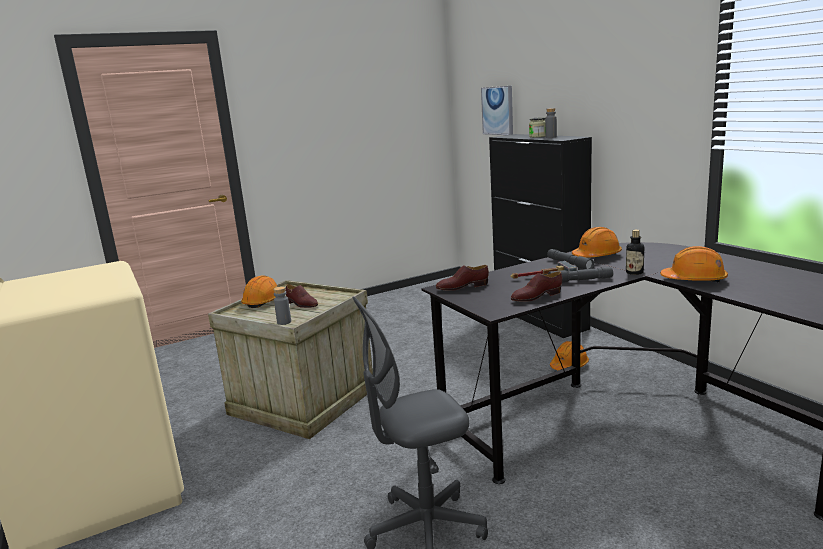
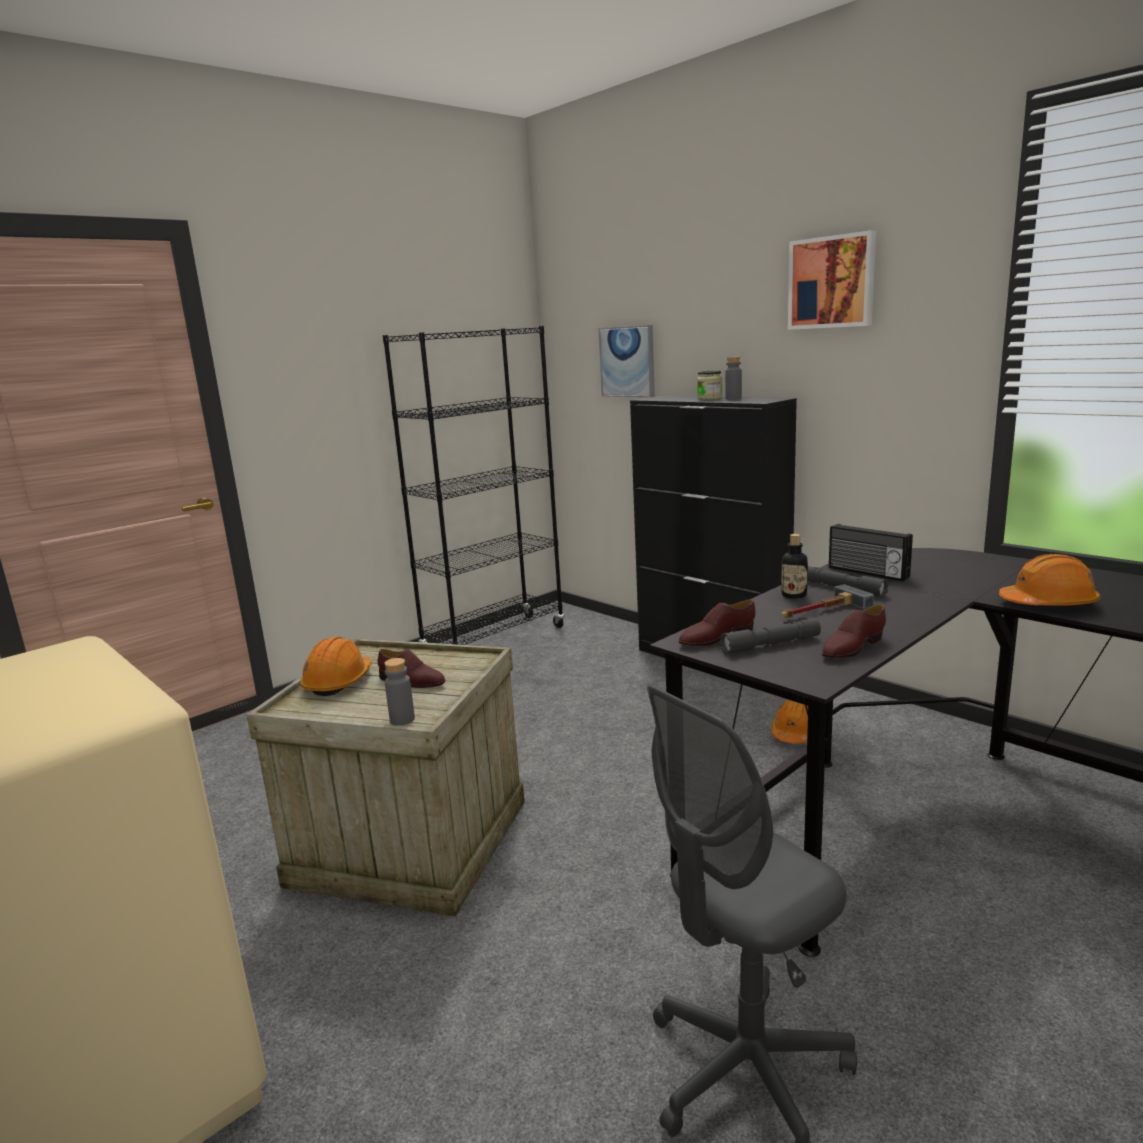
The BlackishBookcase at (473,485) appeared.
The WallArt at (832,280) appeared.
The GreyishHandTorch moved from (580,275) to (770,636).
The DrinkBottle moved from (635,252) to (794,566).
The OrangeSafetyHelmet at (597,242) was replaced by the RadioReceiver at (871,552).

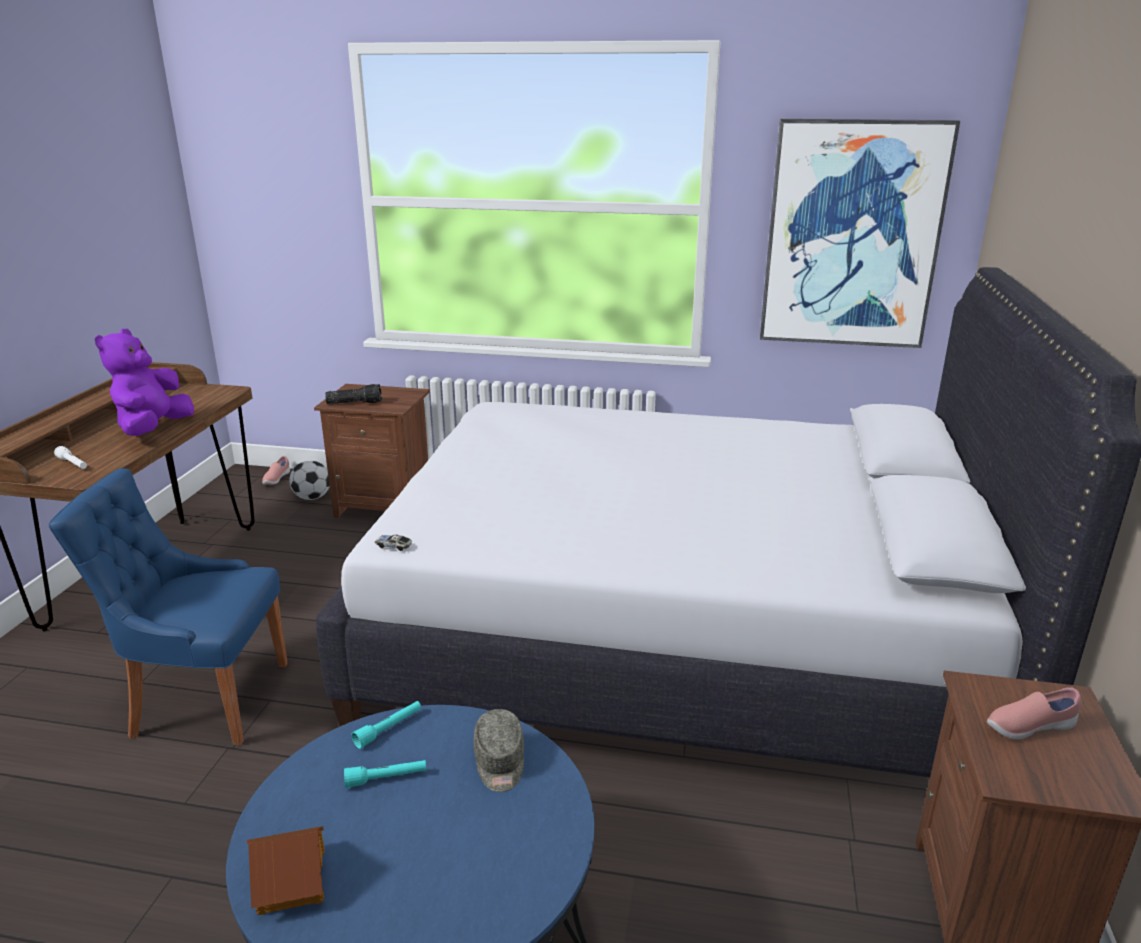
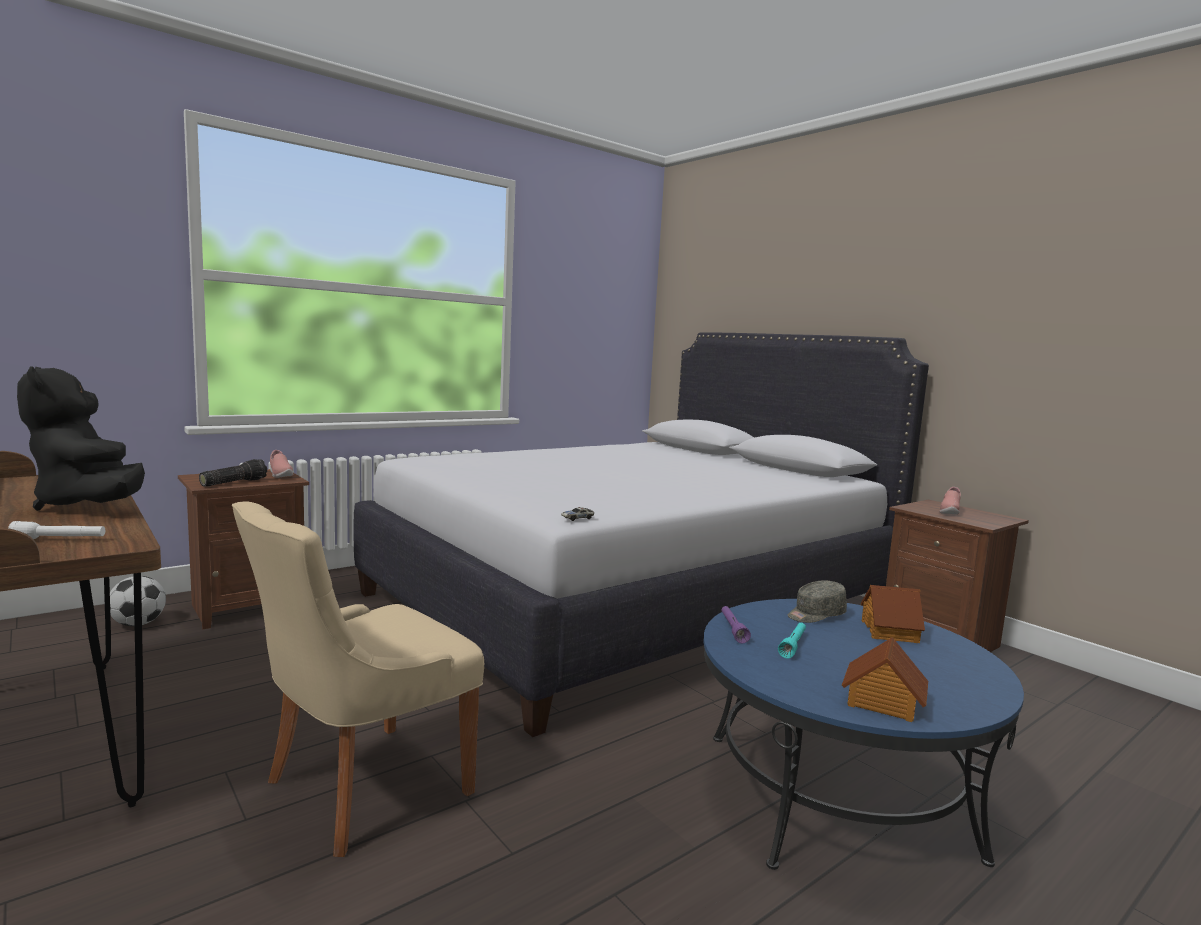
The WallArt at (860,233) disappeared.
The MiniatureHouse at (893,614) appeared.
The PinkLowShoe moved from (276,470) to (281,464).
The BluishChair at (168,606) became the BeigeChair at (358,679).
The PurpleColouredSoftToy at (144,382) became the BlackishSoftToy at (81,438).
The BlueGreenHandTorch at (386,725) became the PurpleColouredHandTorch at (736,624).
The GreyishPeakedCap at (498,750) turned 120 degrees clockwise.

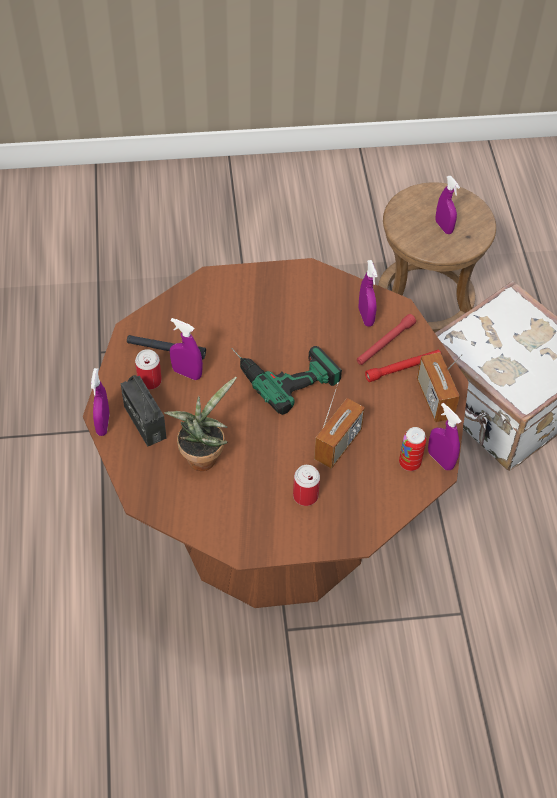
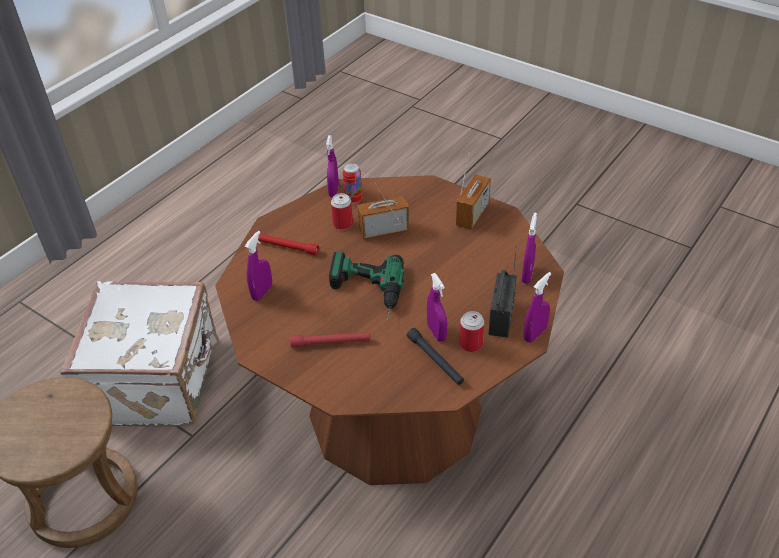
The PottedPlant at (200,424) disappeared.
The Can moved from (306,485) to (342,211).
The ReddishHandTorch moved from (386,339) to (330,340).
The RadioReceiver moved from (440,387) to (473,191).
The PurpleColouredSprayer moved from (448,205) to (529,248).

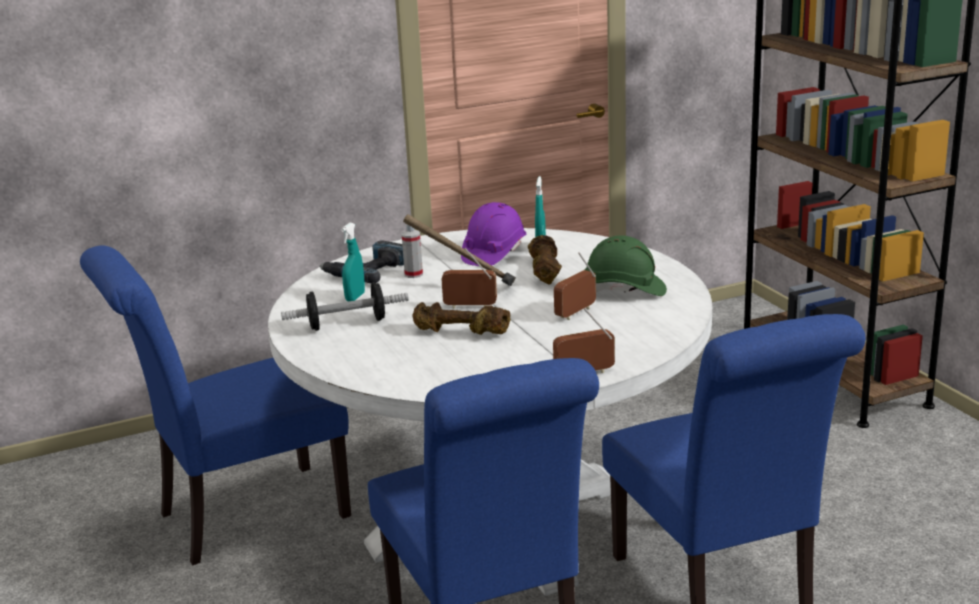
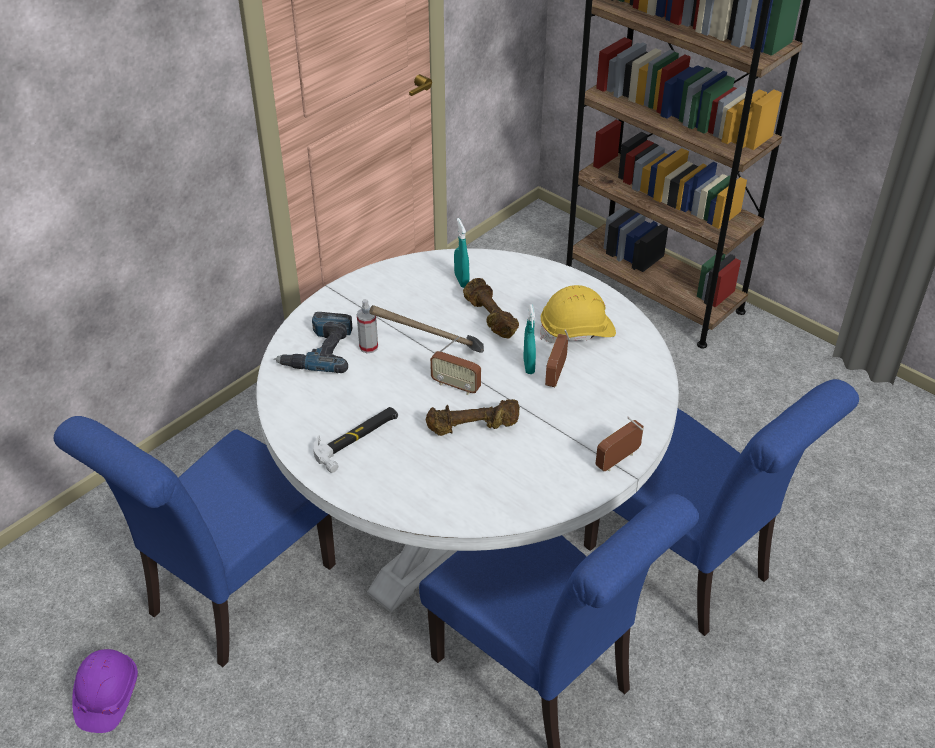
The BlueGreenSprayer moved from (353,262) to (529,339).
The PurpleColouredSafetyHelmet moved from (493,234) to (105,691).
The HandWeight at (345,306) was replaced by the ToolHammer at (355,440).
The GreenishSafetyHelmet at (626,265) became the YellowishSafetyHelmet at (578,314).
The RadioReceiver at (469,278) turned 135 degrees counterclockwise.

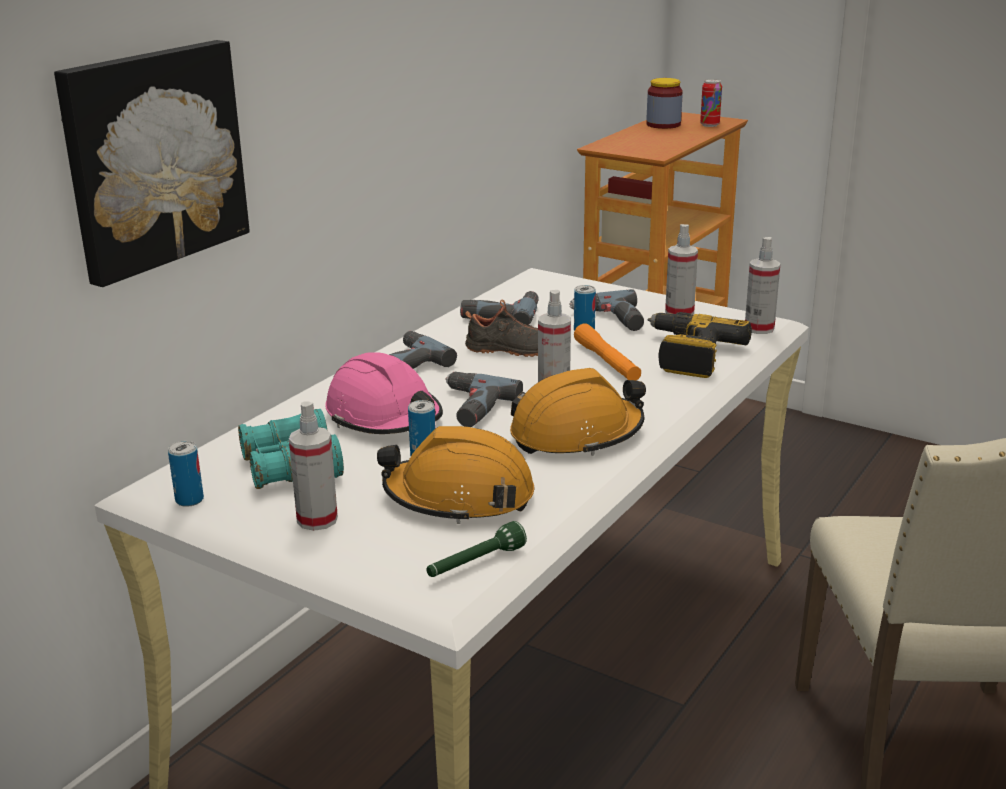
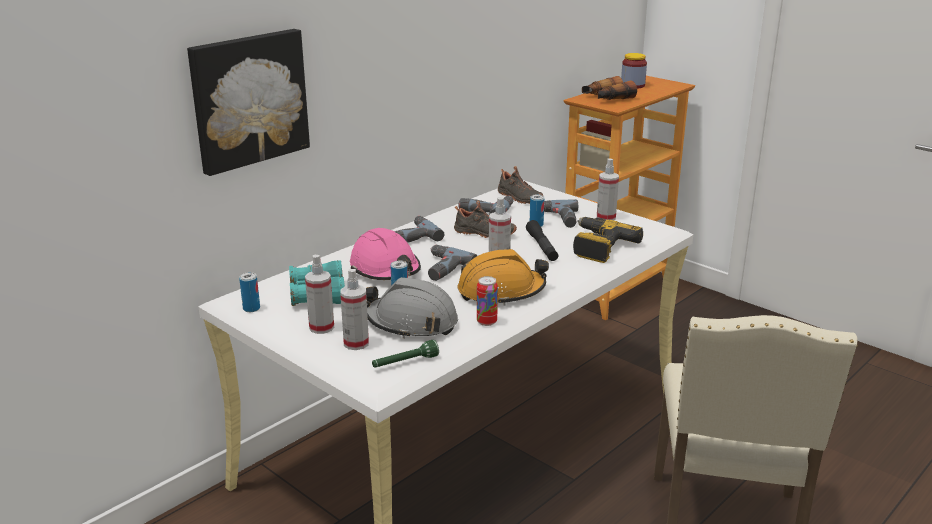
The BlackishLowShoe at (520,185) appeared.
The PairOfBinoculars at (609,88) appeared.
The Can moved from (711,103) to (487,301).
The Sprayer moved from (763,285) to (354,309).
The OrangeSafetyHelmet at (456,475) became the GreyishSafetyHelmet at (412,308).
The OrangeHandTorch at (607,352) became the BlackishHandTorch at (542,240).

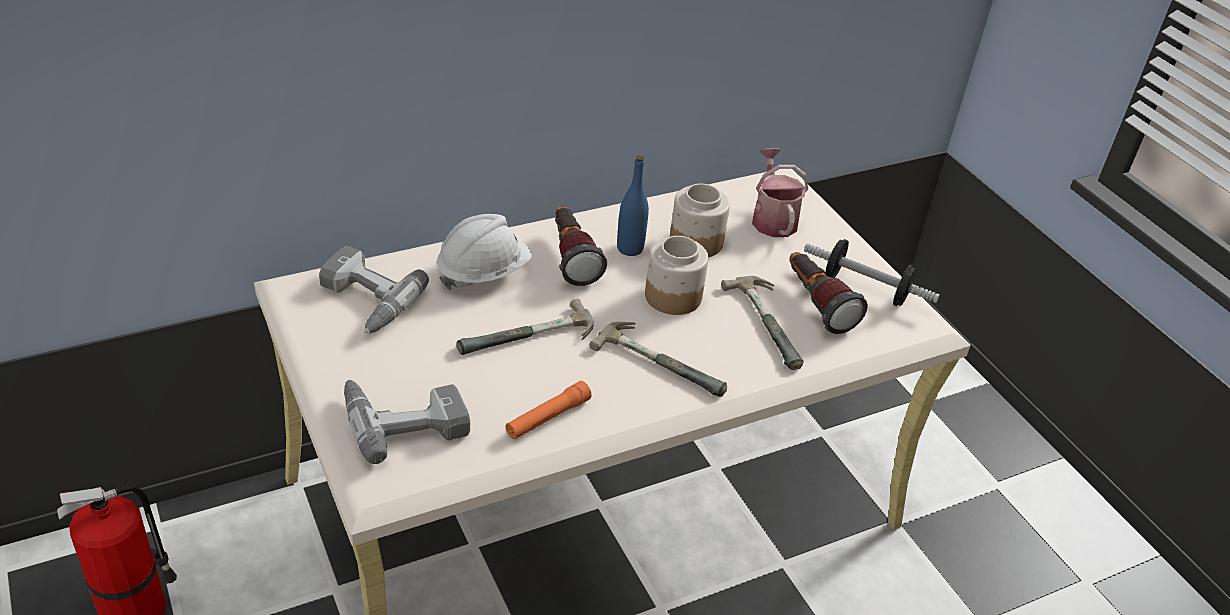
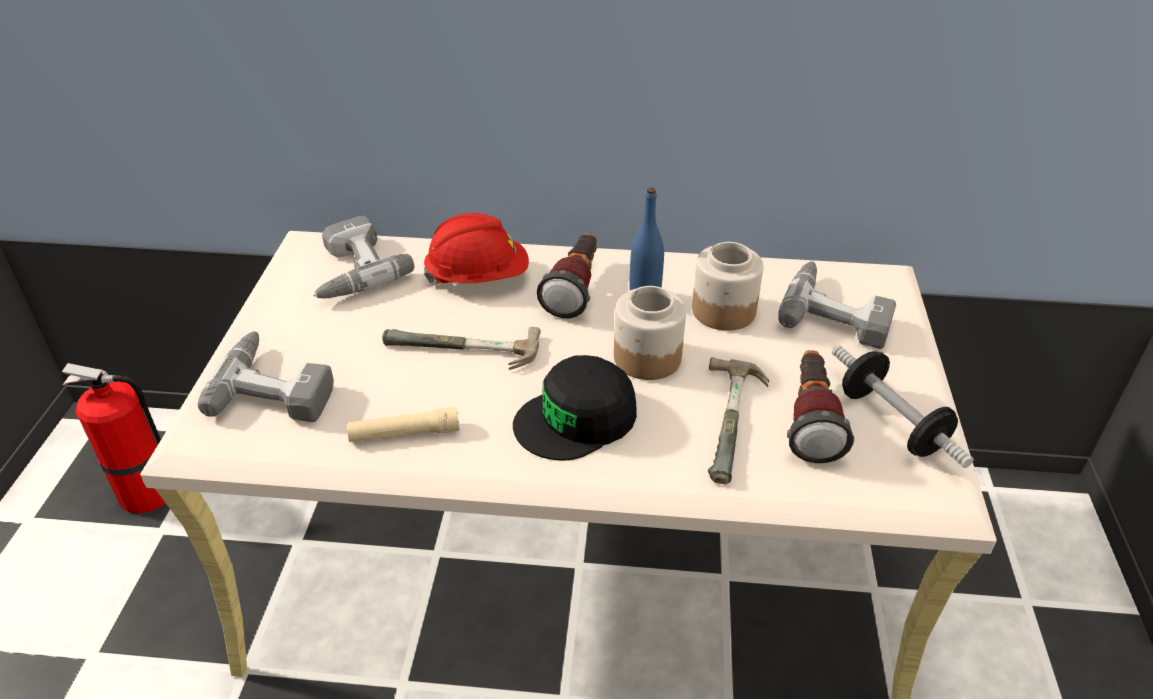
The ToolHammer at (658,359) was replaced by the BlackishPeakedCap at (575,407).
The SprinklingCan at (780,192) was replaced by the PowerDrill at (837,305).
The WhiteColouredSafetyHelmet at (484,252) became the ReddishSafetyHelmet at (476,248).
The OrangeHandTorch at (549,410) became the BeigeHandTorch at (403,424).

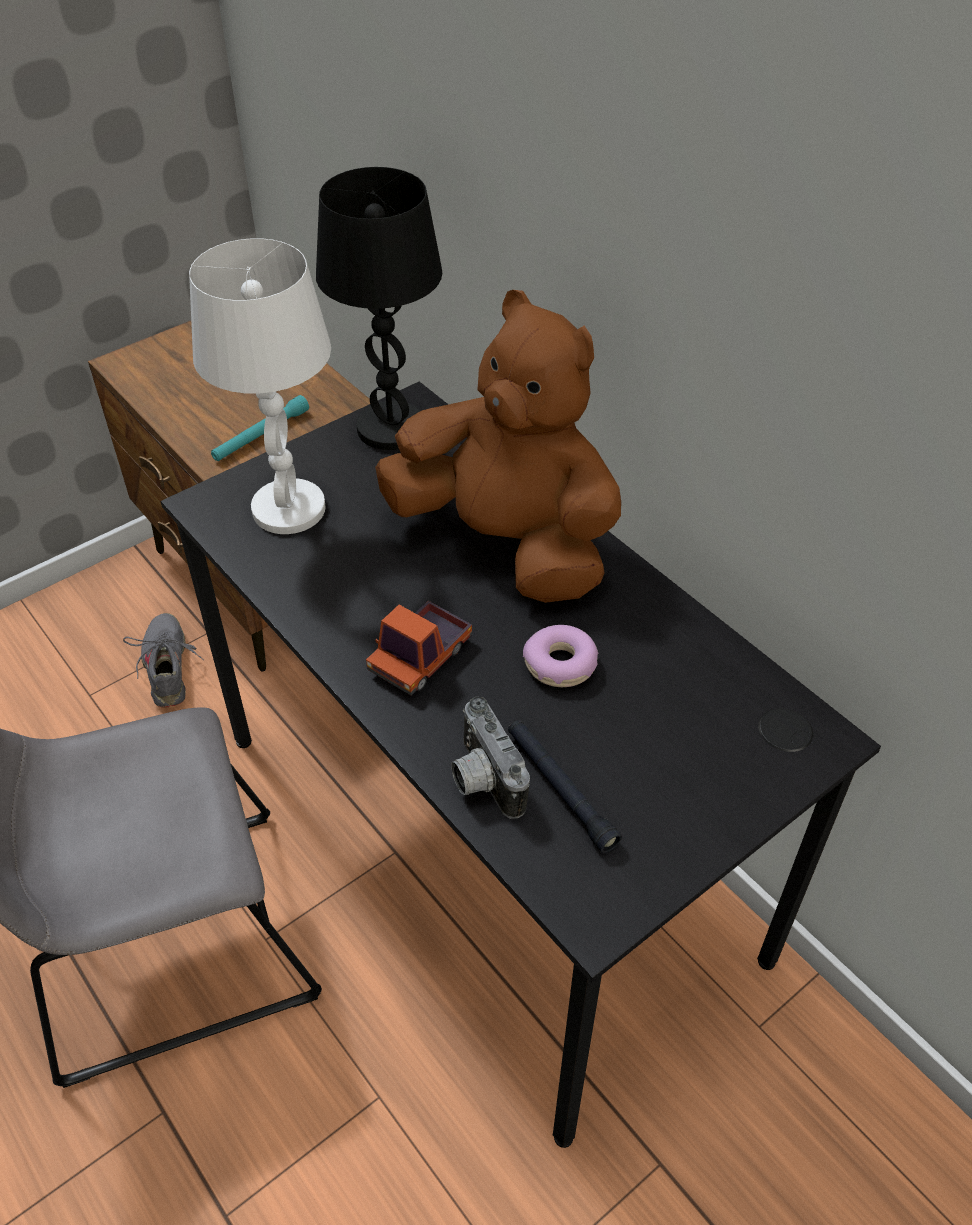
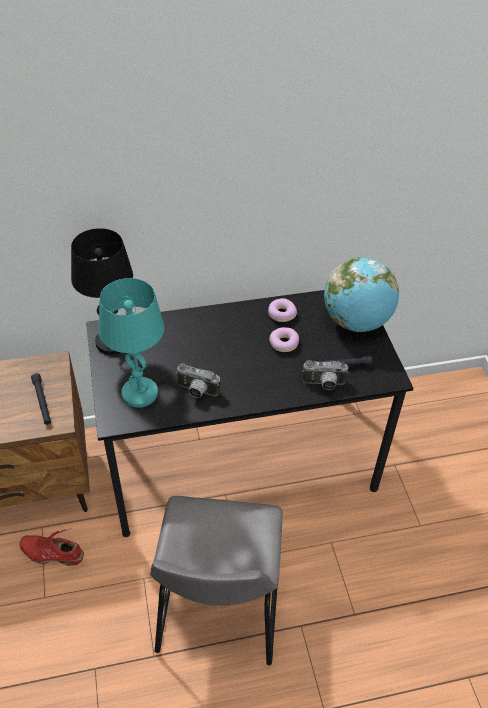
The ToyTruck at (419,648) disappeared.
The BrownSoftToy at (498,446) disappeared.
The PhotoCamera at (198,380) appeared.
The Doughnut at (282,310) appeared.
The Globe at (361,294) appeared.
The GreyishLowShoe at (163,660) became the ReddishLowShoe at (51,547).
The WhiteColouredLampForATable at (260,386) became the BlueGreenLampForATable at (131,343).
The BlueGreenHandTorch at (260,428) became the BlackishHandTorch at (41,399).

